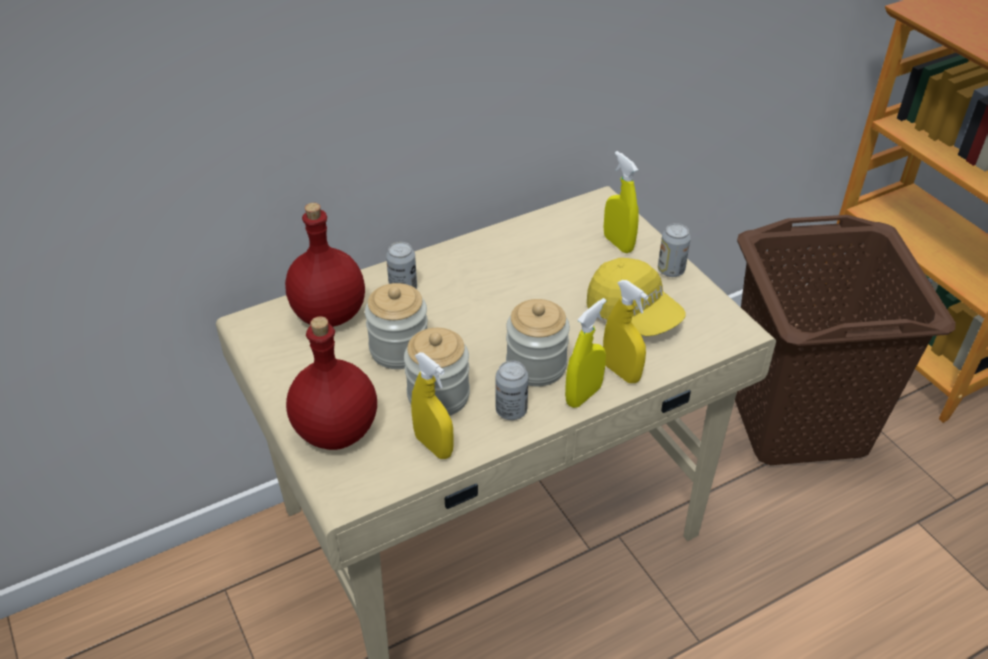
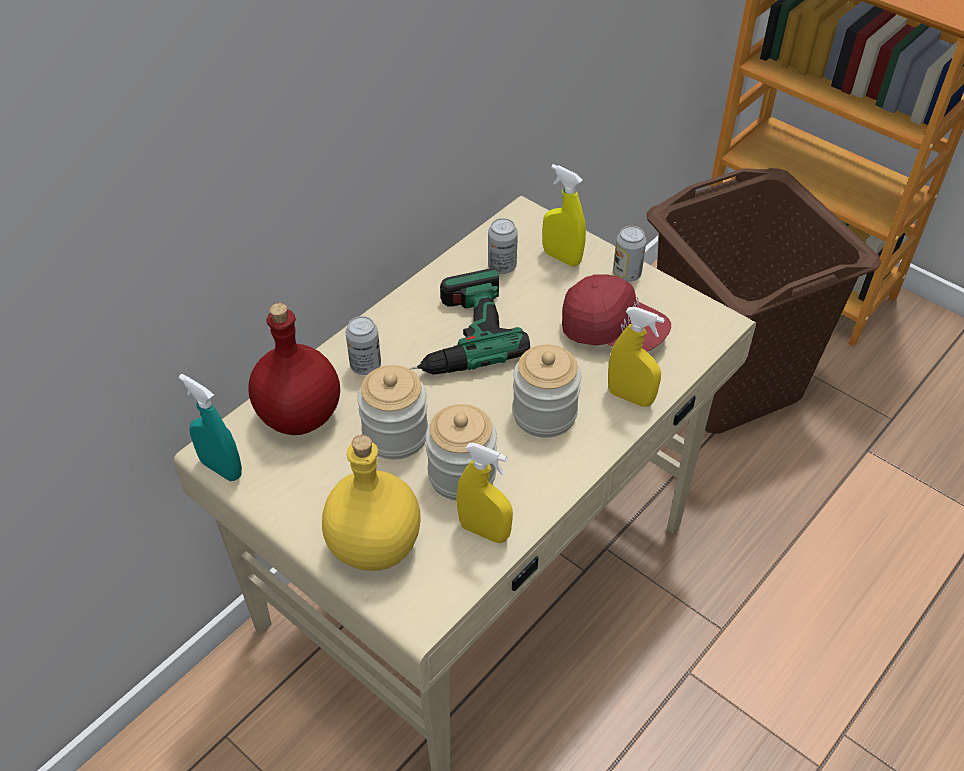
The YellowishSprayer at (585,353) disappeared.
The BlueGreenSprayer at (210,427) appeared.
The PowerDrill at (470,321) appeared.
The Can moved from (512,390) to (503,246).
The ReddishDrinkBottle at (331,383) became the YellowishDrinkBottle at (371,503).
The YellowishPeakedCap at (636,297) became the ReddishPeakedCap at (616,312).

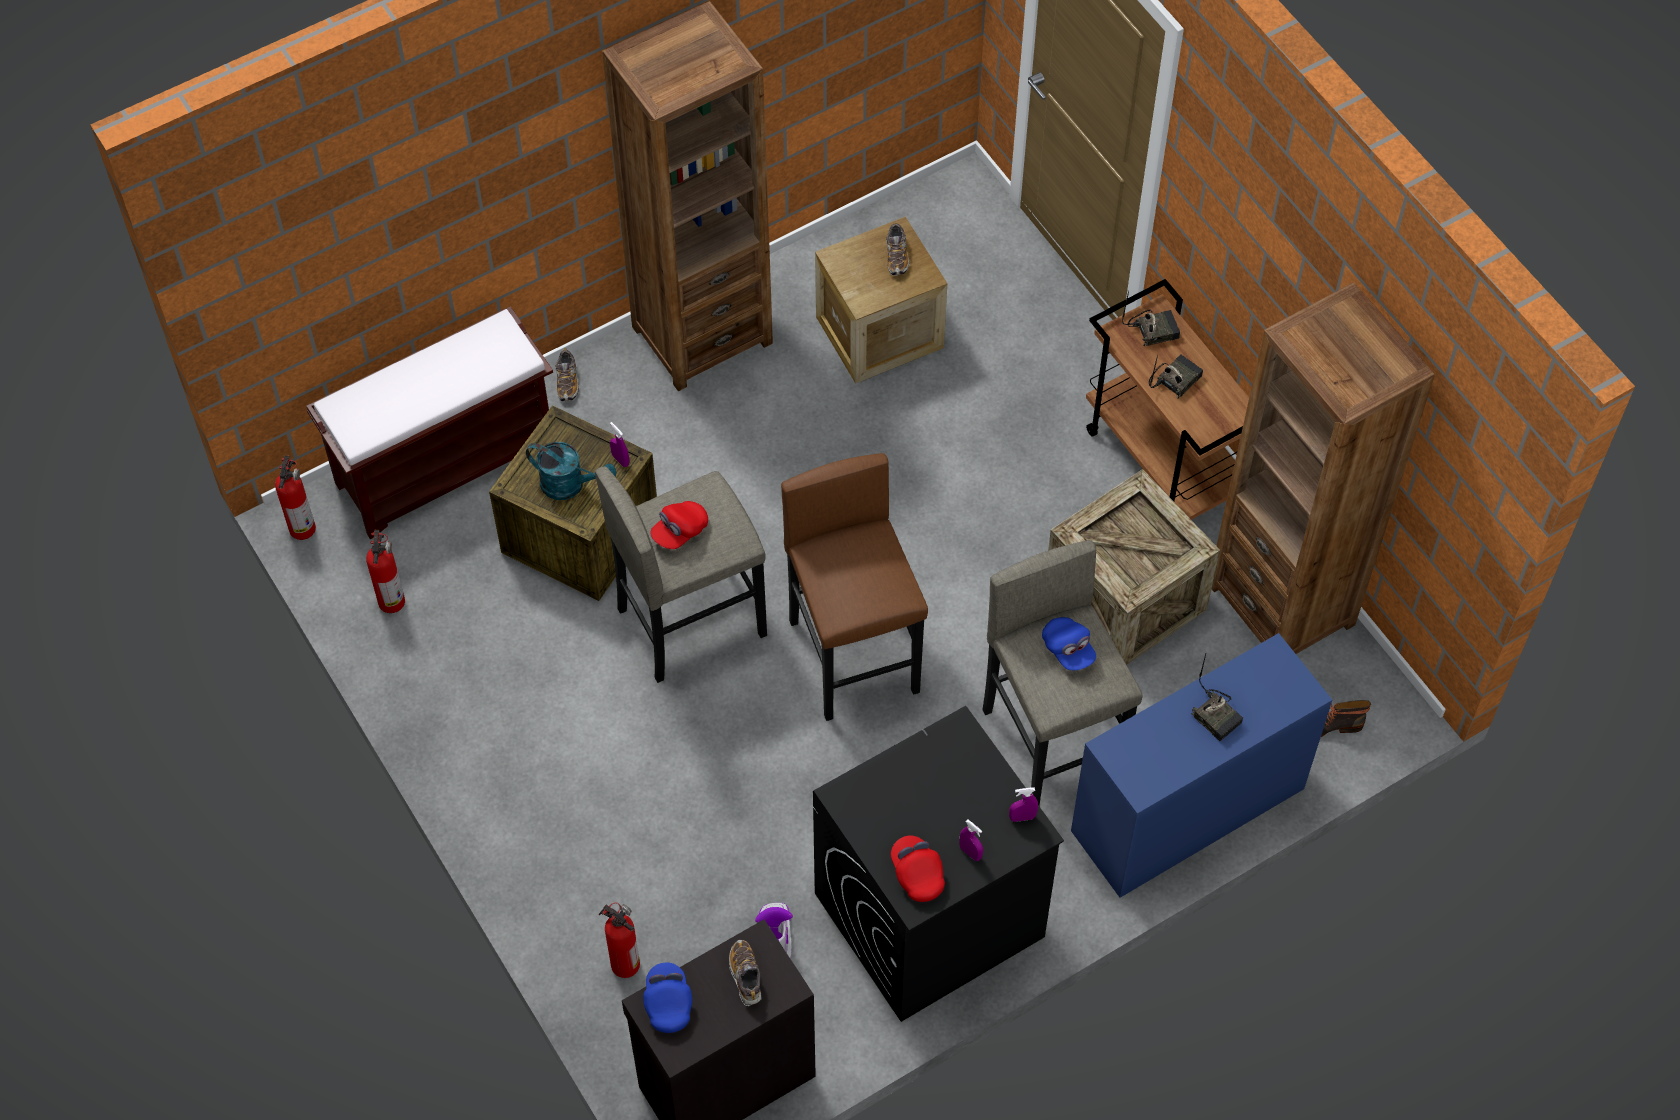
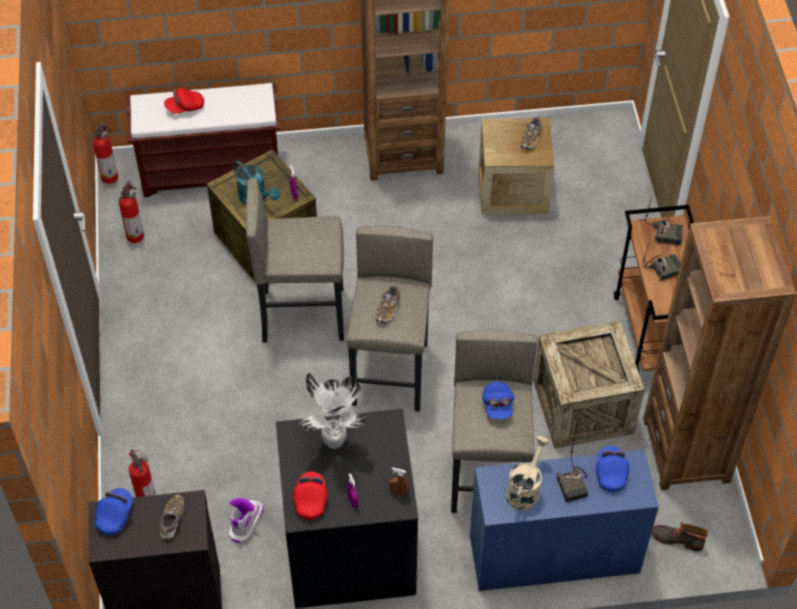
The PottedPlant at (332,411) appeared.
The BeigeSprinklingCan at (527,473) appeared.
The BluishPeakedCap at (612,469) appeared.
The LowShoe moved from (567,375) to (388,304).
The ReddishPeakedCap moved from (679,525) to (184,100).
The BrownStoolSeat at (854,587) became the GreyishStoolSeat at (390,319).
The PurpleColouredSprayer at (1023,805) became the BrownSprayer at (399,482).

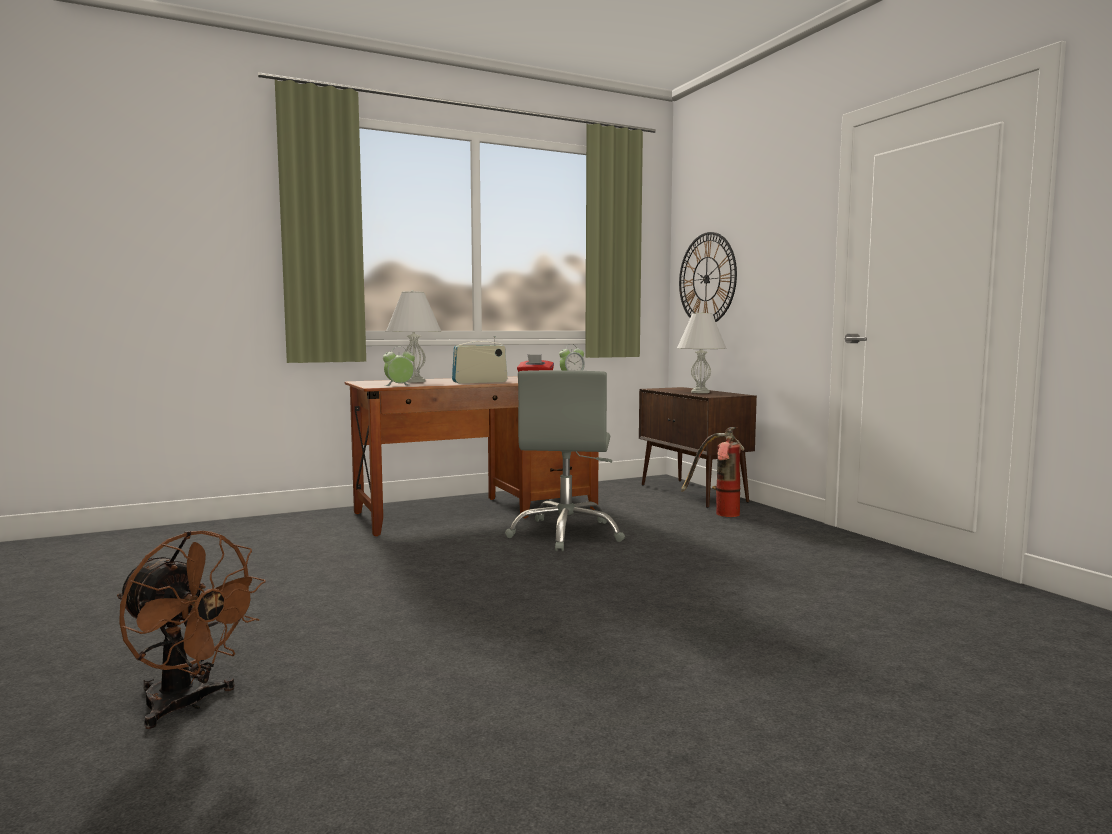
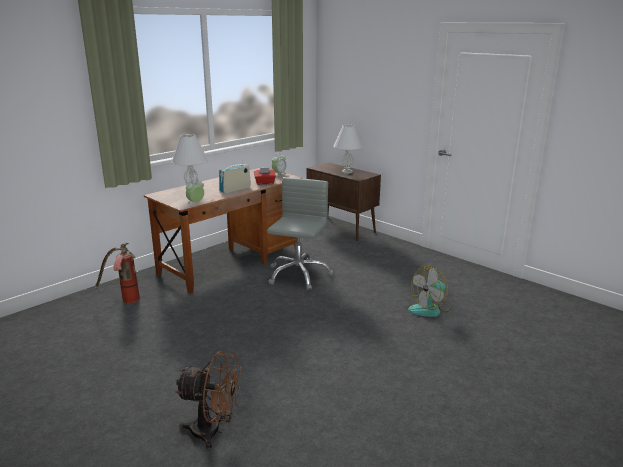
The ClockOnTheWall at (708,277) disappeared.
The Fan at (429,291) appeared.
The FireFightingCylinder moved from (712,472) to (117,273).
The GreyishComputerChair at (565,460) turned 150 degrees counterclockwise.

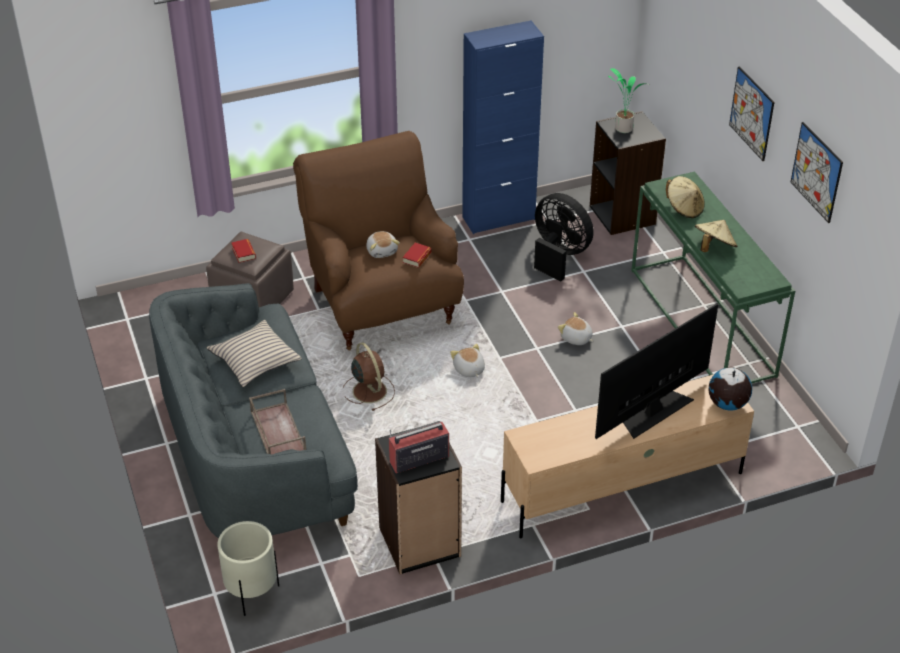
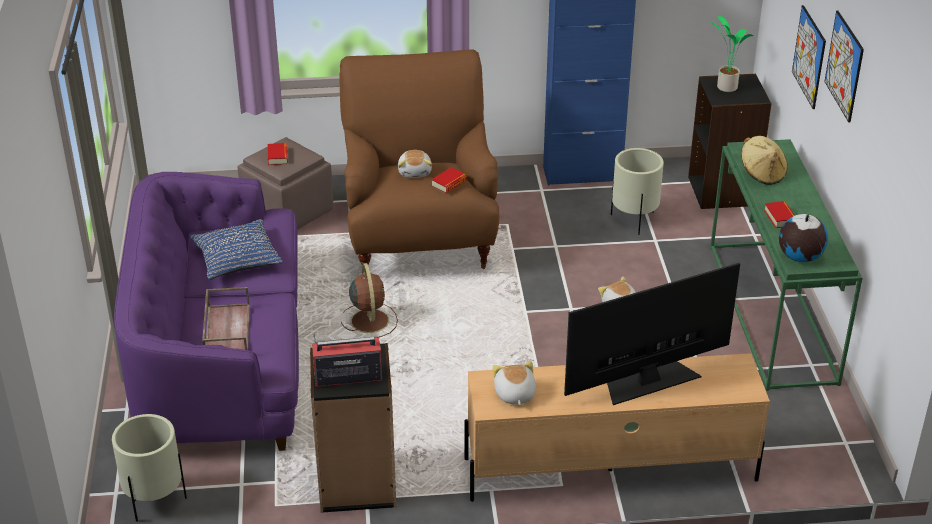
The SoftToy moved from (467,360) to (514,383).
The Globe moved from (730,389) to (803,237).
The WallArt moved from (817,172) to (809,57).
The BlackishFan at (563,237) was replaced by the BeigePlanter at (637,191).
The BeigeHat at (716,236) was replaced by the Volume at (779,214).
The GreyishCouch at (253,410) became the PurpleColouredCouch at (206,311).
The BeigePillow at (254,353) became the BluishPillow at (236,249).

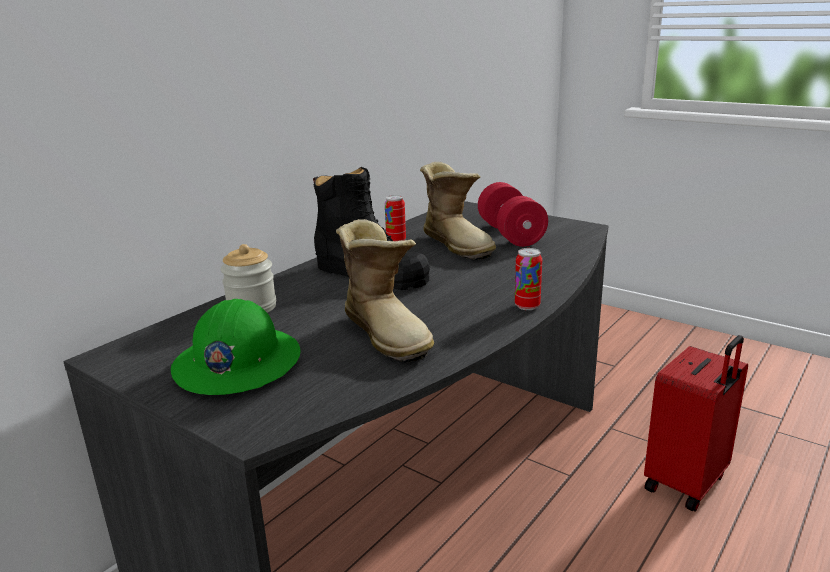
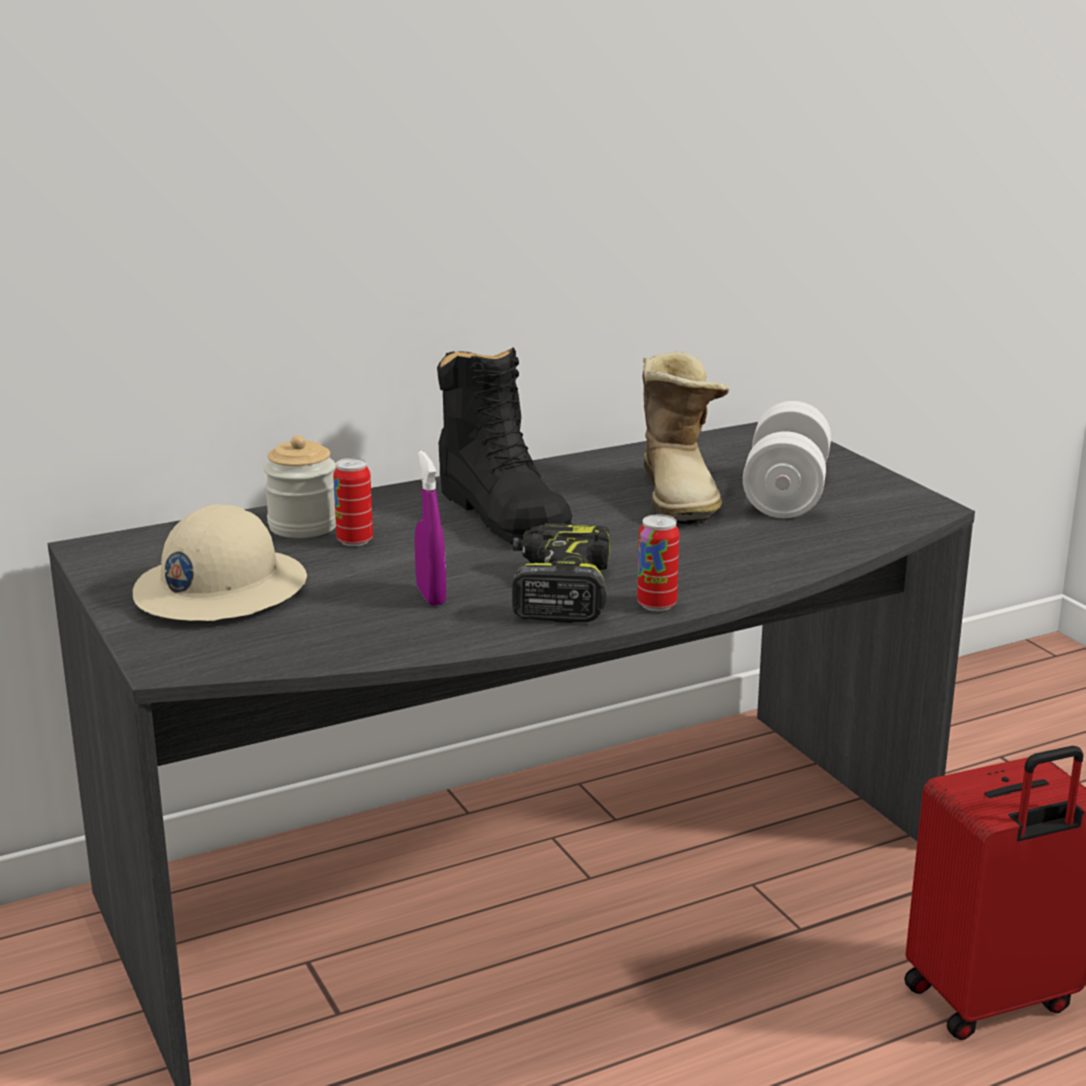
The PowerDrill at (561,573) appeared.
The Can moved from (395,218) to (353,502).
The HighTopBoot at (385,291) was replaced by the PurpleColouredSprayer at (430,528).
The GreenishSafetyHelmet at (235,347) became the BeigeSafetyHelmet at (220,562).
The ReddishHandWeight at (513,214) became the WhiteColouredHandWeight at (787,459).

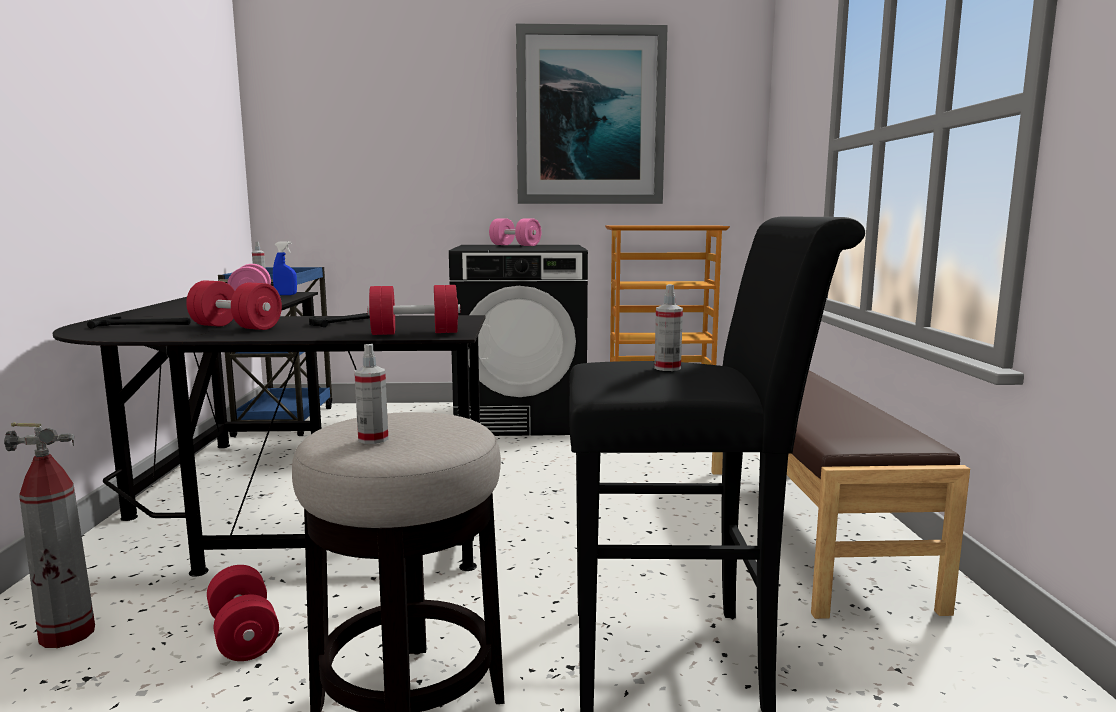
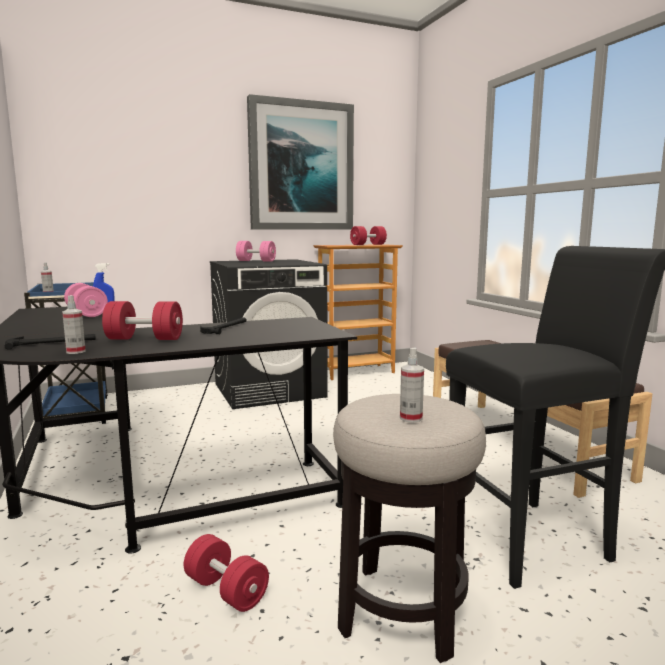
The FireFightingCylinder at (49,535) disappeared.
The ReddishHandWeight moved from (413,310) to (368,235).
The Sprayer moved from (668,327) to (74,324).

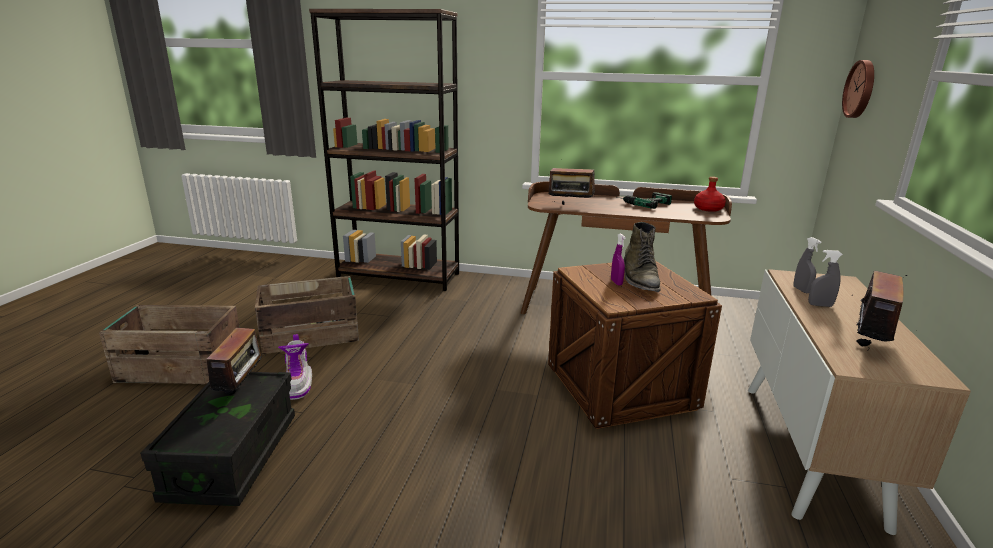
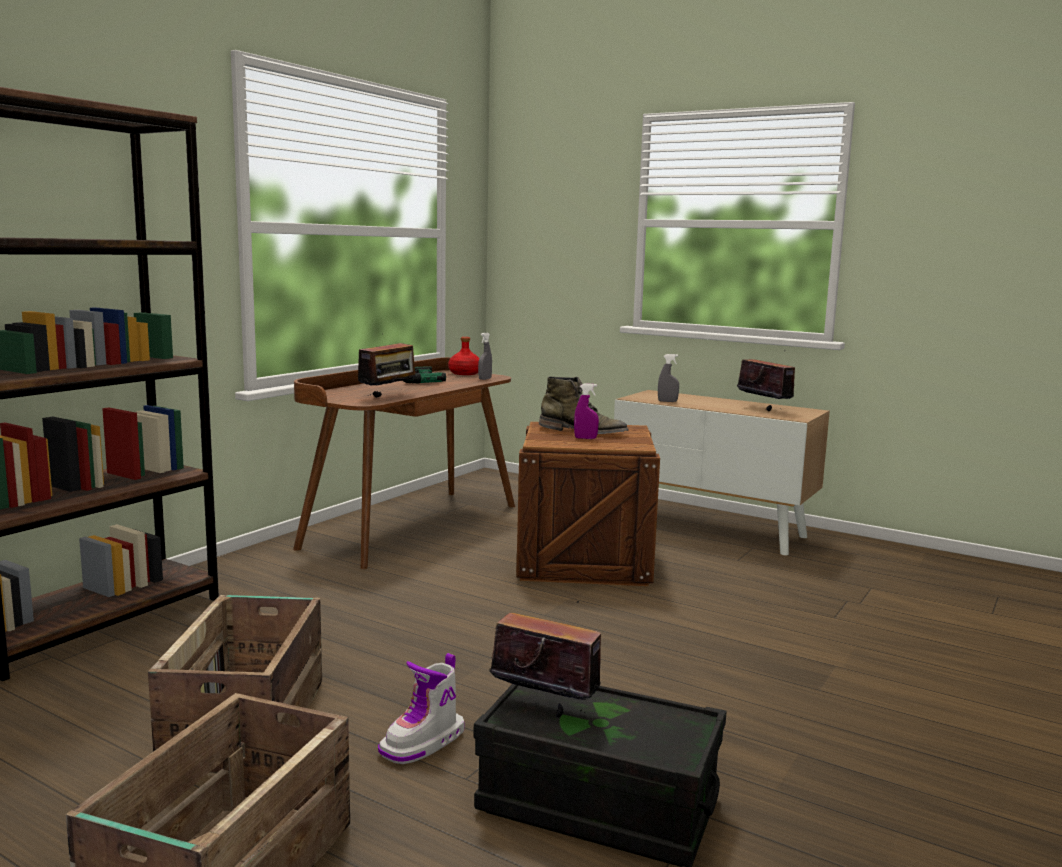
The ClockOnTheWall at (858,89) disappeared.
The GreyishSprayer moved from (825,278) to (485,356).
The HighTopBoot at (295,367) turned 120 degrees clockwise.

